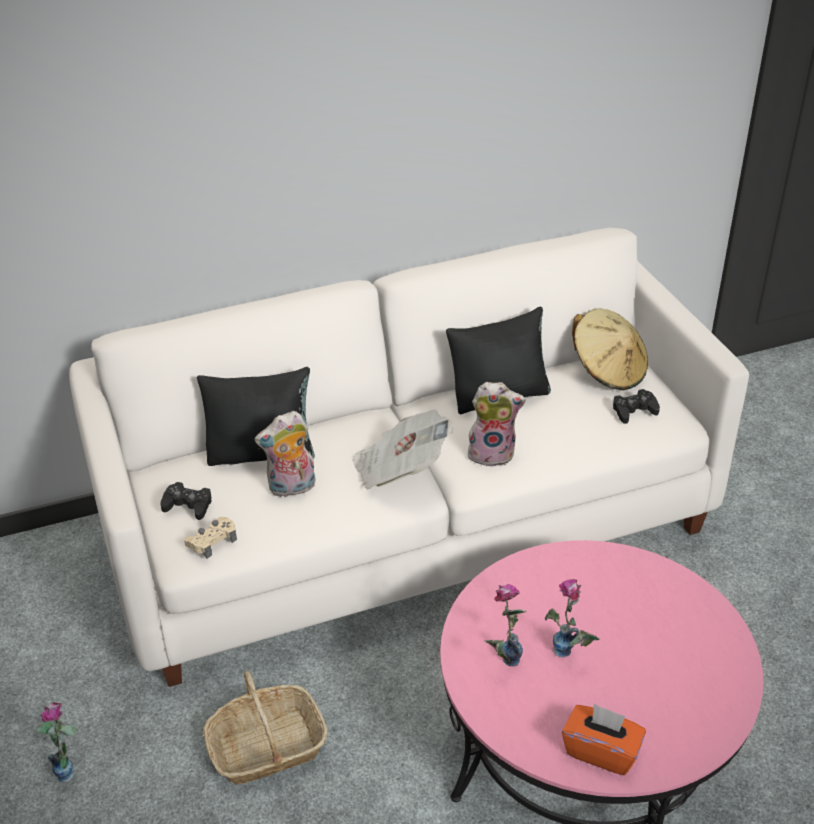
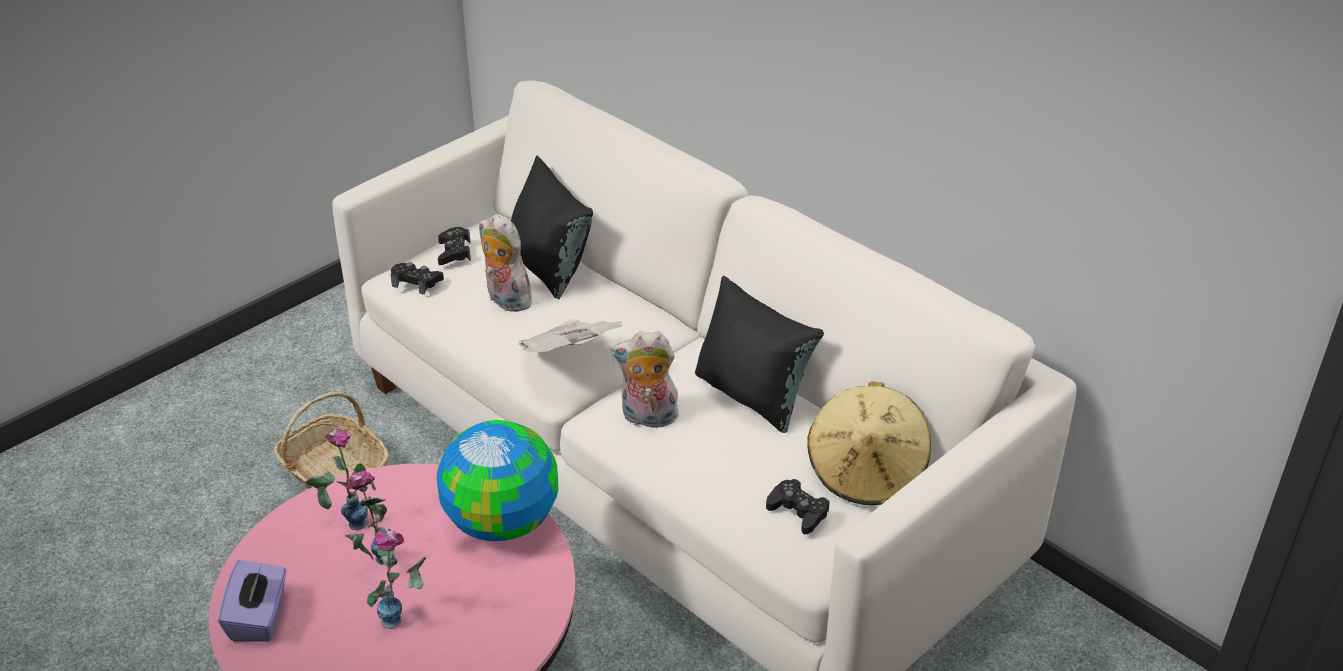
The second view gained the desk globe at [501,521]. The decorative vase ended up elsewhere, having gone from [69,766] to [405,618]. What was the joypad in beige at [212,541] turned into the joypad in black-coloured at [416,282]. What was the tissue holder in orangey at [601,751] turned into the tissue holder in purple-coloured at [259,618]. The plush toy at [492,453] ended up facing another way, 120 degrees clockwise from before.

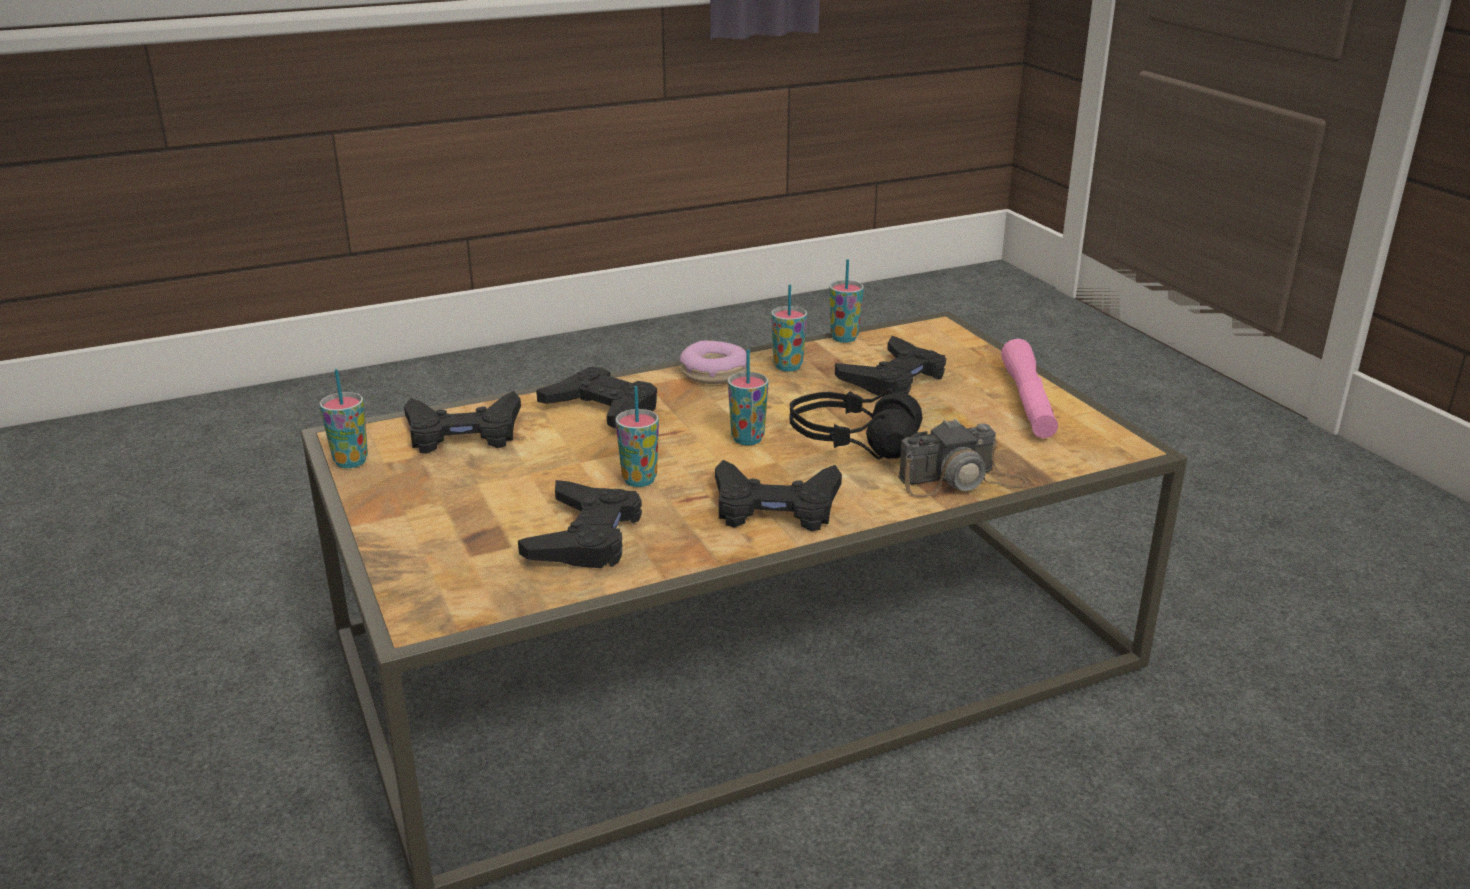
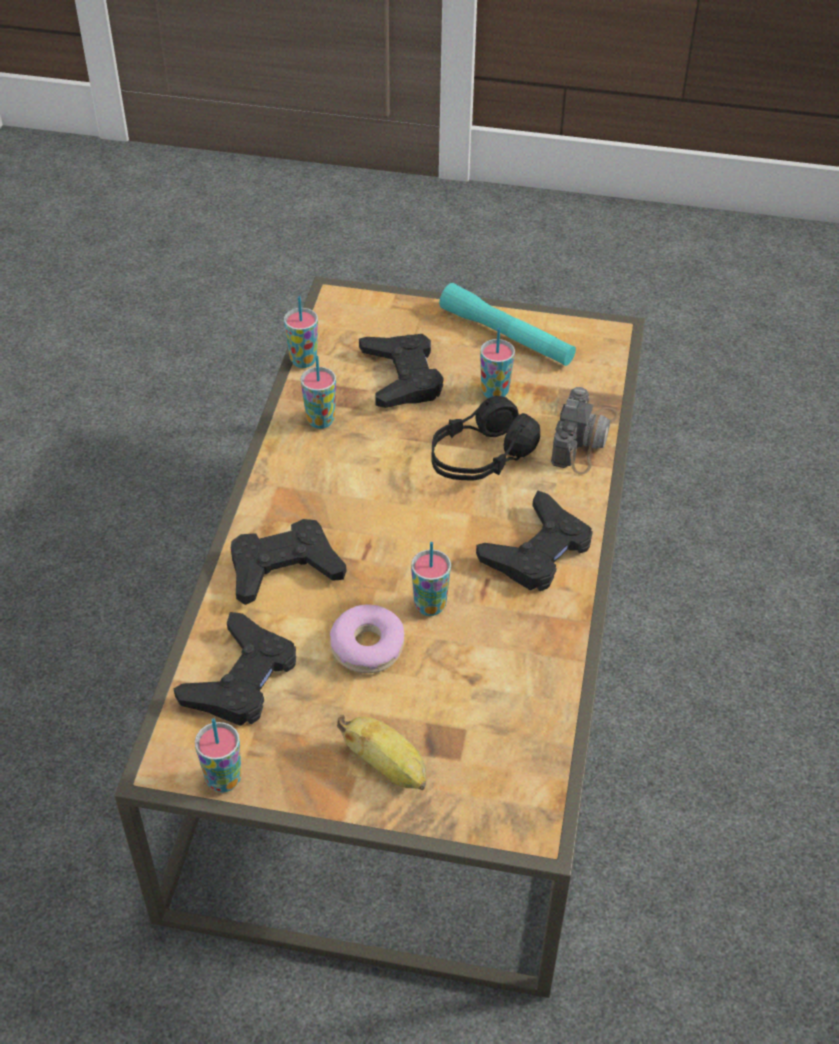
The second view lost the joypad in black-coloured at [585,536]. The second view gained the banana at [387,766]. The donut ended up elsewhere, having gone from [714,373] to [367,646]. The small cup ended up elsewhere, having gone from [747,439] to [494,392]. What was the flashlight in pinkish at [1028,402] turned into the flashlight in turquoise at [506,336].

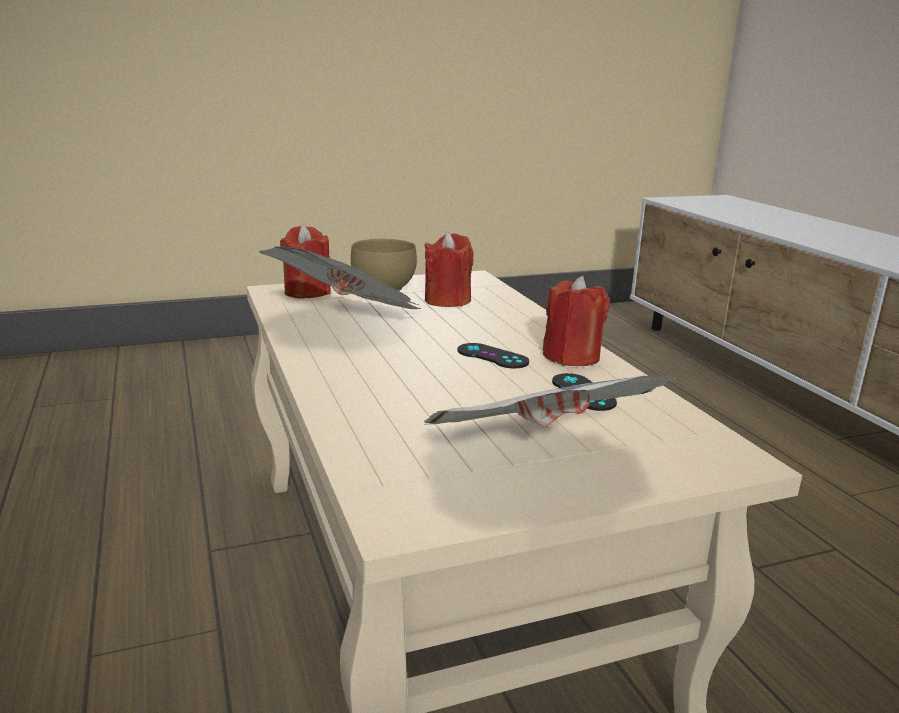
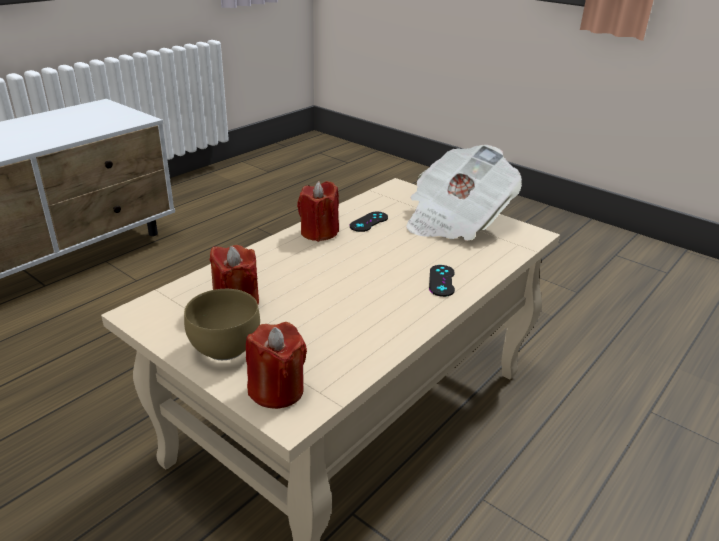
The second view lost the printed paper at [350,323]. The joypad in black-coloured ended up elsewhere, having gone from [492,356] to [441,281].

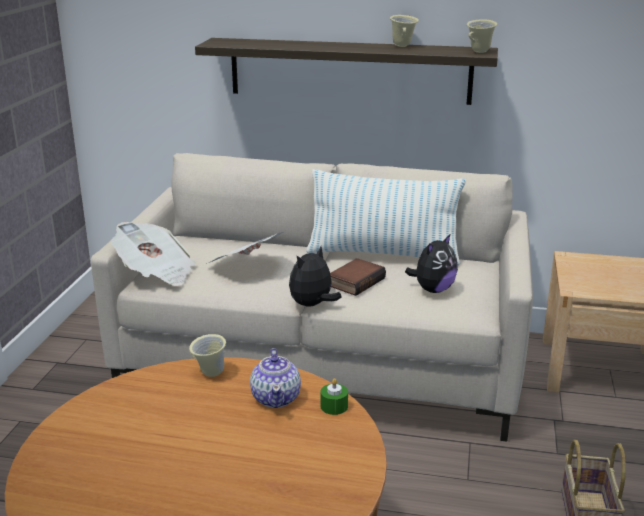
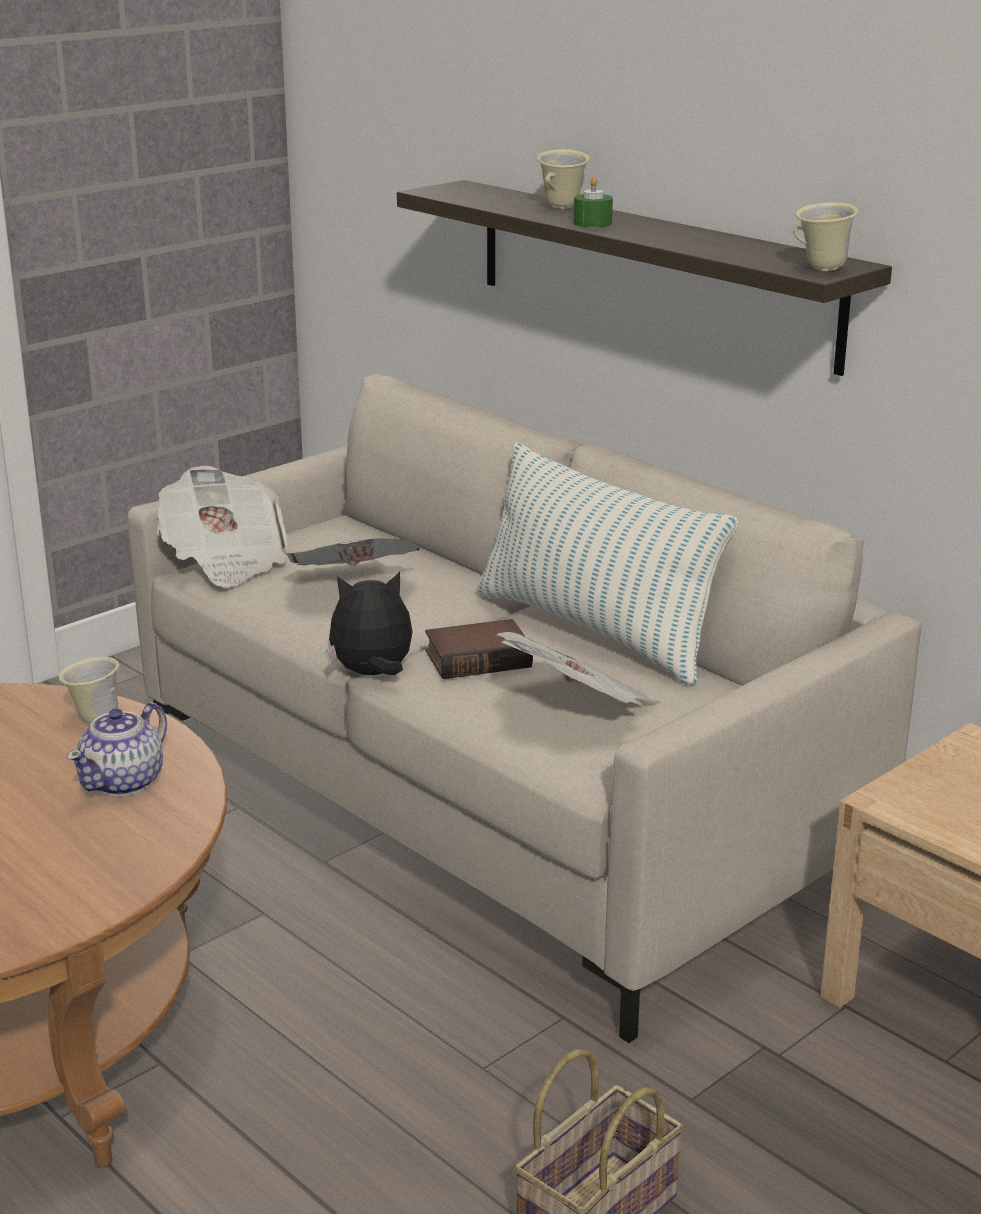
The wax light in green ended up elsewhere, having gone from [334,406] to [592,223]. The tea mug in beige ended up elsewhere, having gone from [403,46] to [562,208]. Where the plush toy stood at [433,289], the printed paper came to stand at [579,709].

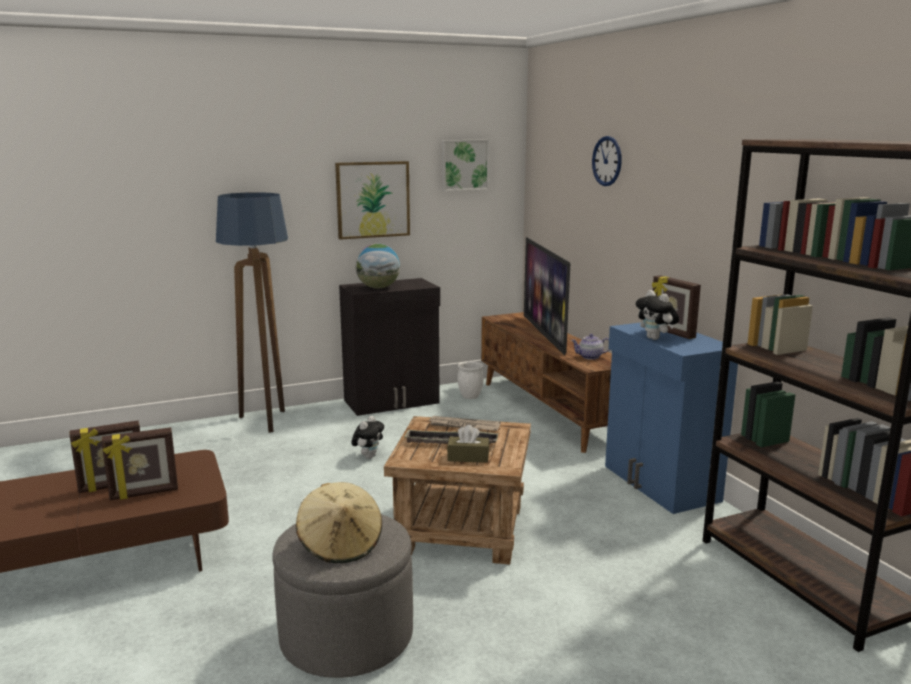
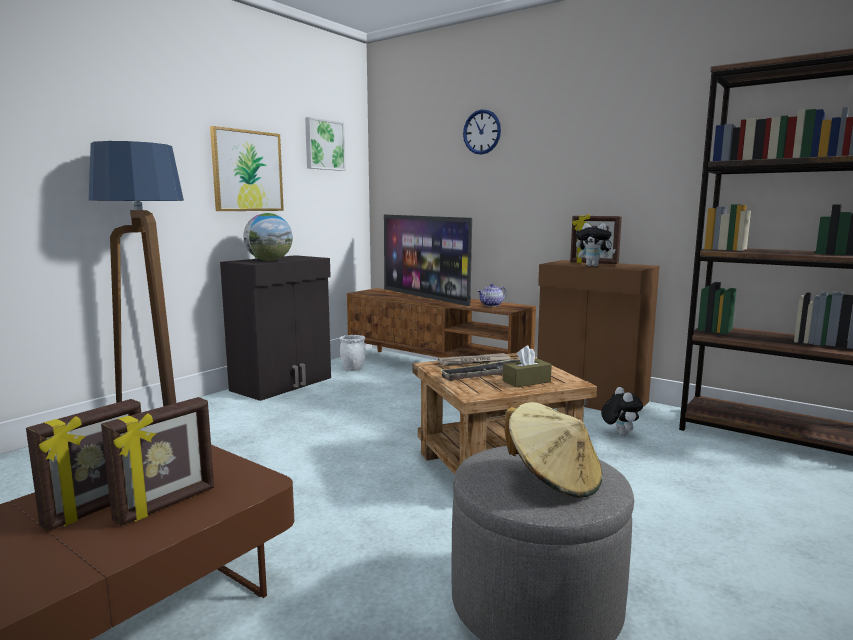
The plush toy ended up elsewhere, having gone from [368,456] to [619,433]. What was the cabinet in blue-coloured at [660,484] turned into the cabinet in brown at [591,400].

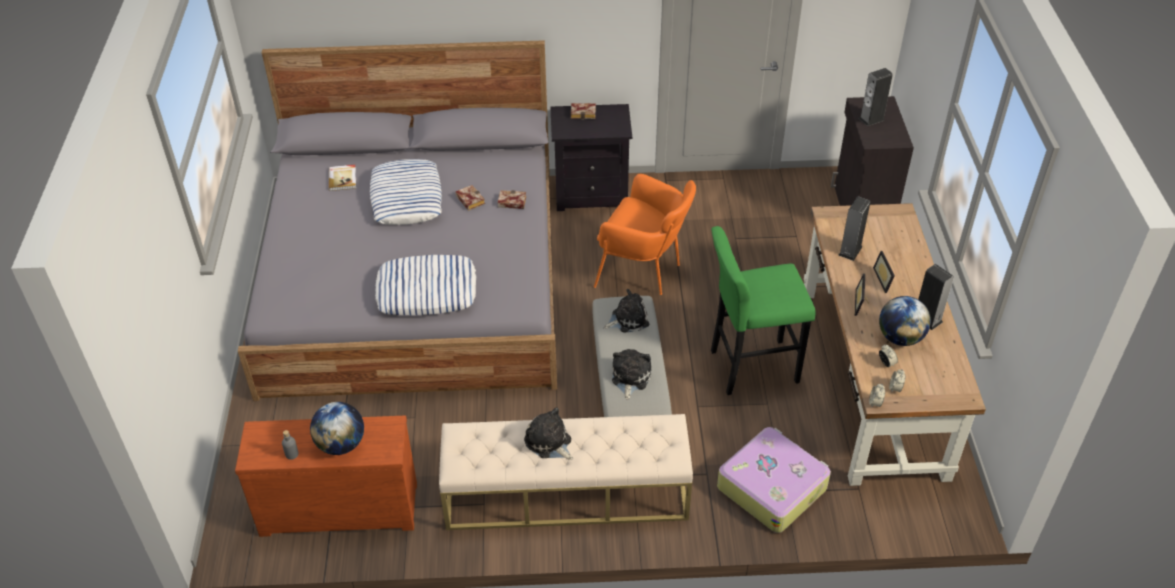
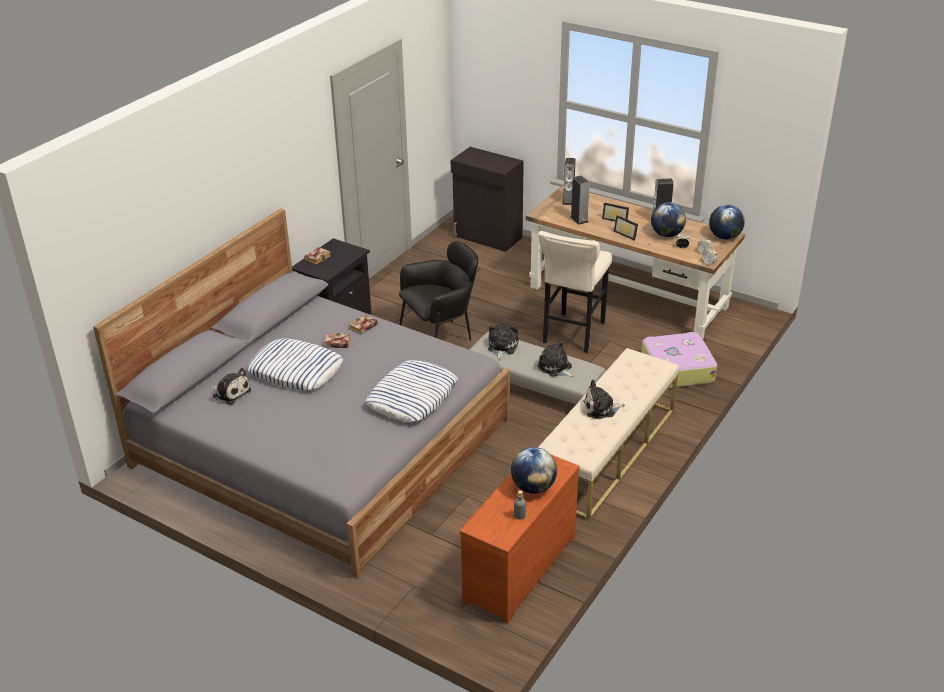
The second view gained the desk globe at [724,237]. The loudspeaker ended up elsewhere, having gone from [871,119] to [568,200]. Where the volume stood at [343,179], the plush toy came to stand at [230,393]. What was the easy chair in orangey at [644,271] turned into the easy chair in black-coloured at [441,337]. What was the stool in green at [749,367] turned into the stool in beige at [572,334].

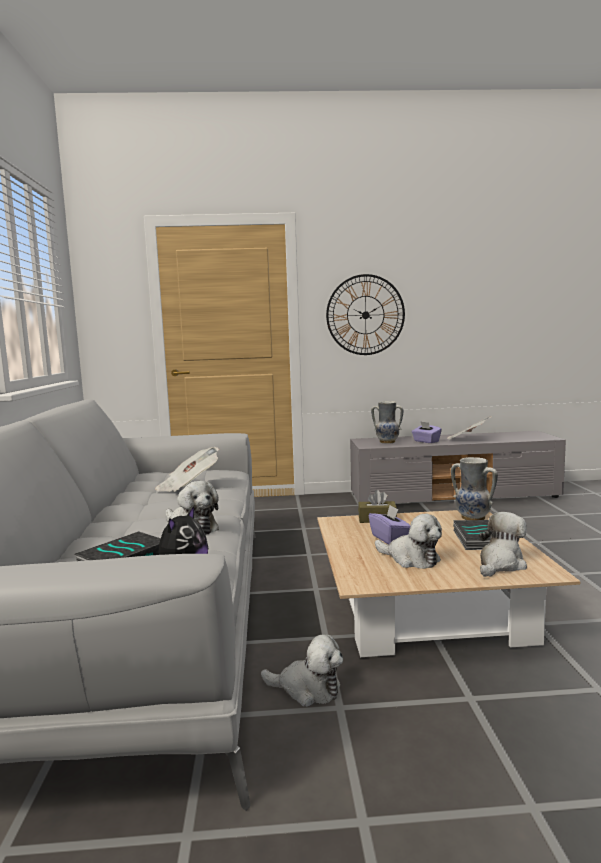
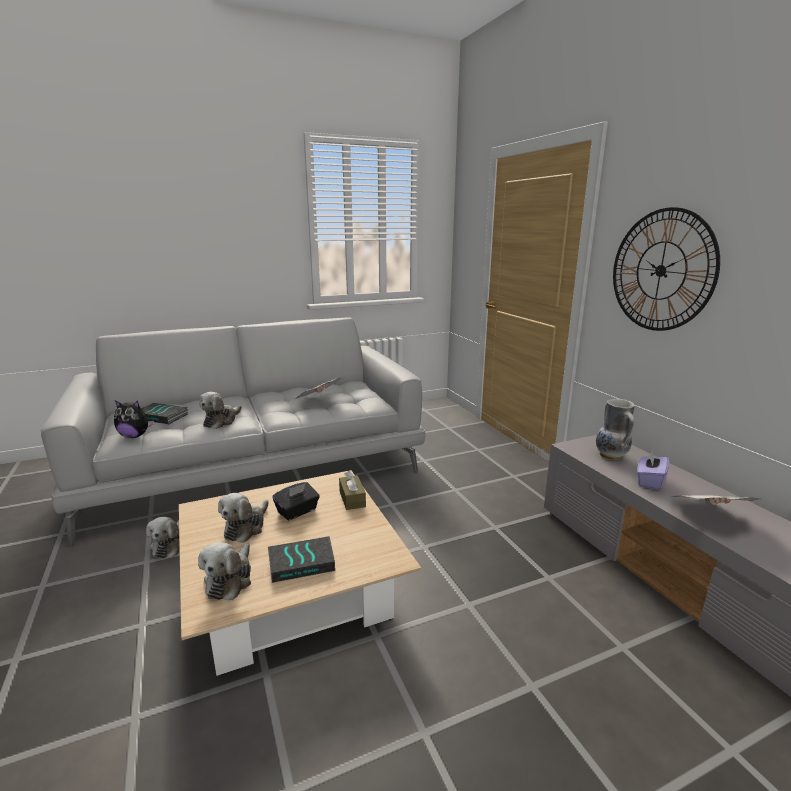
The second view lost the decorative vase at [472,518]. What was the tissue holder in purple-coloured at [390,539] turned into the tissue holder in black-coloured at [297,511]. The plush toy at [500,564] ended up facing another way, 75 degrees clockwise from before.

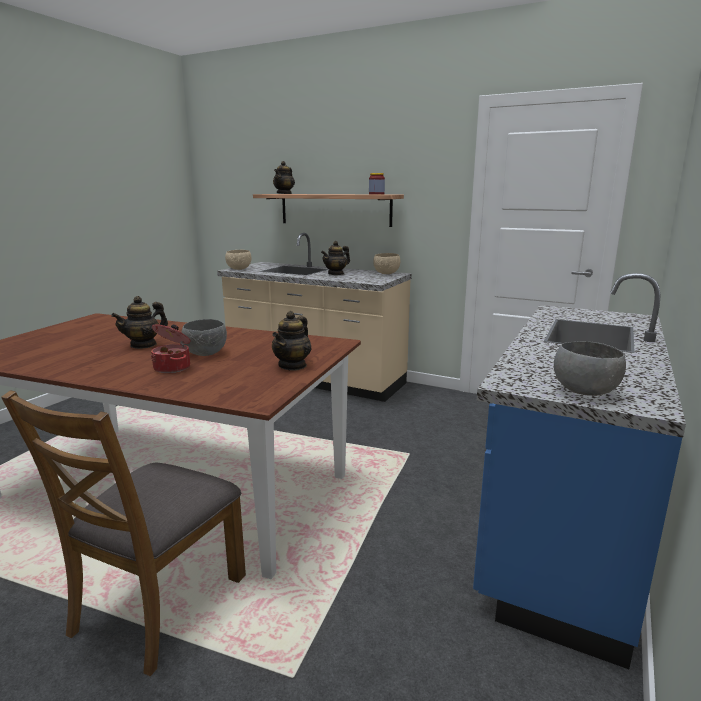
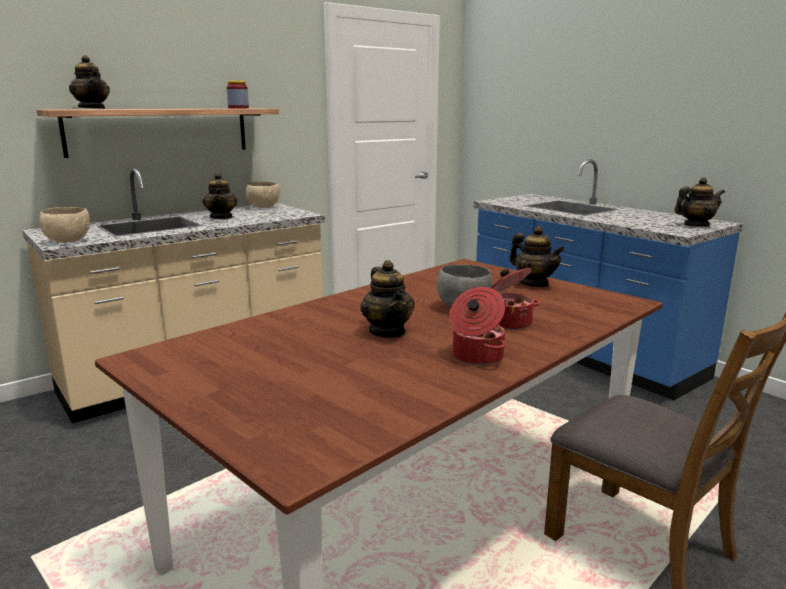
The second view gained the cooking pot at [476,357]. Where the serving bowl in gray stood at [584,391], the teapot came to stand at [695,225].

